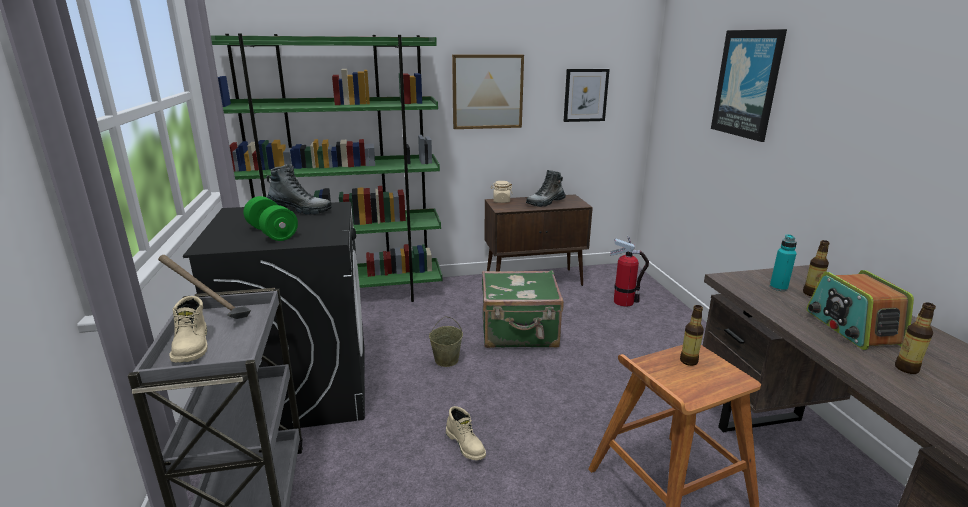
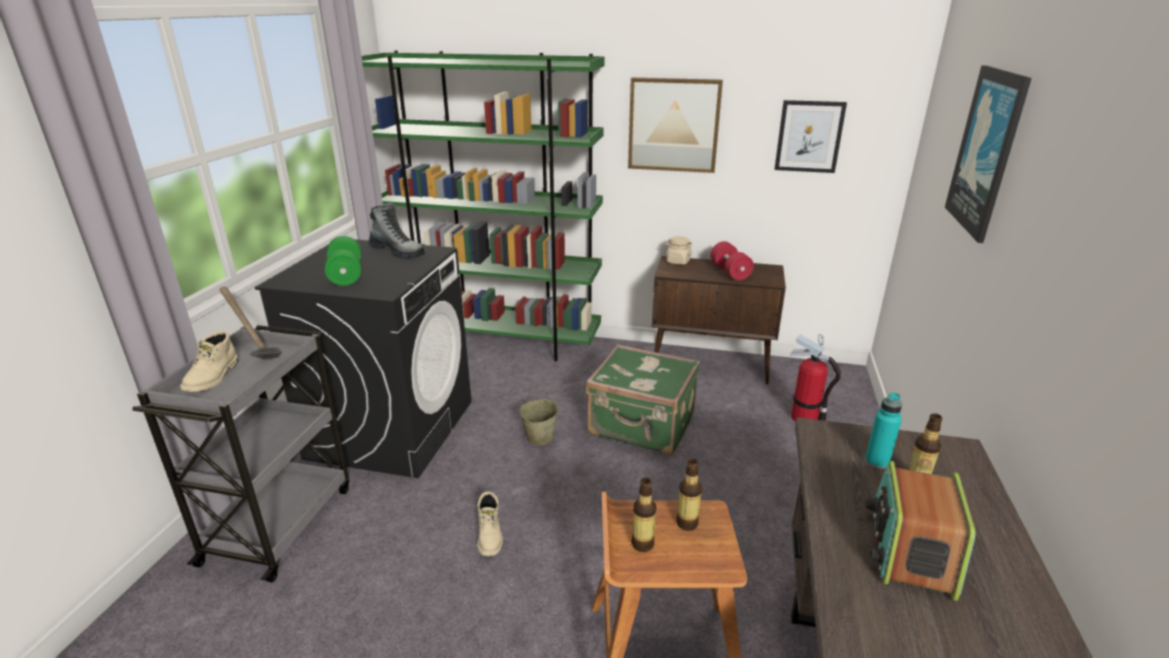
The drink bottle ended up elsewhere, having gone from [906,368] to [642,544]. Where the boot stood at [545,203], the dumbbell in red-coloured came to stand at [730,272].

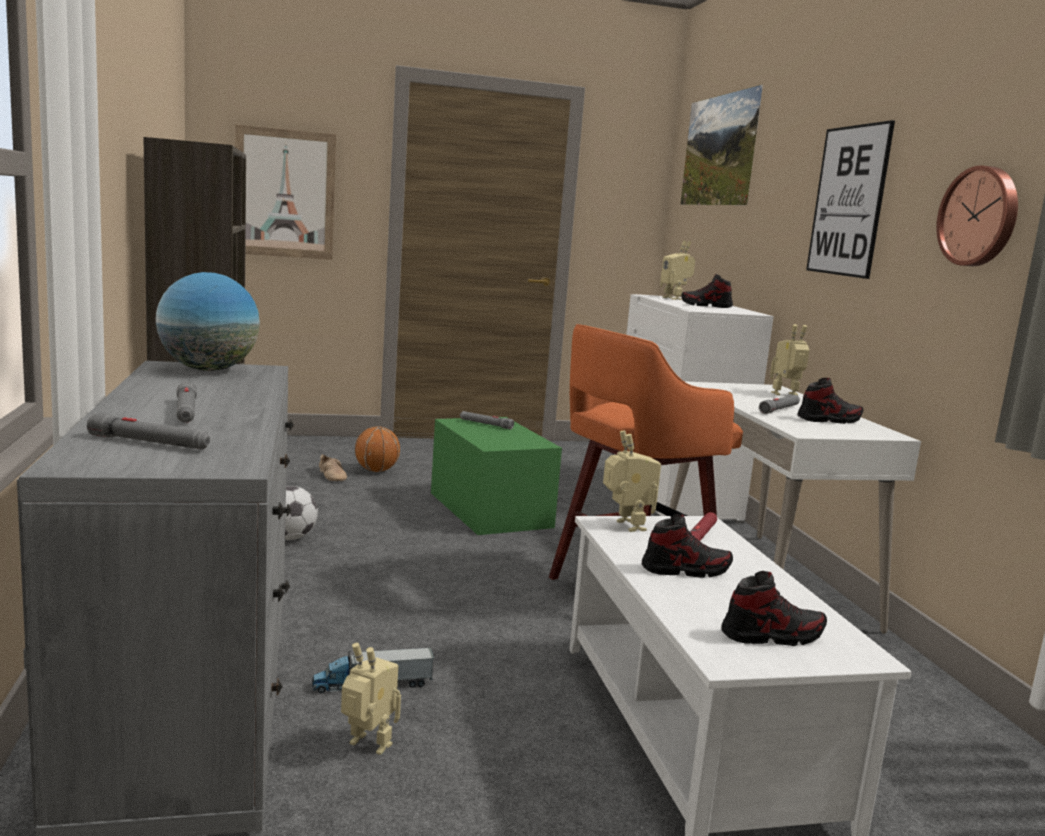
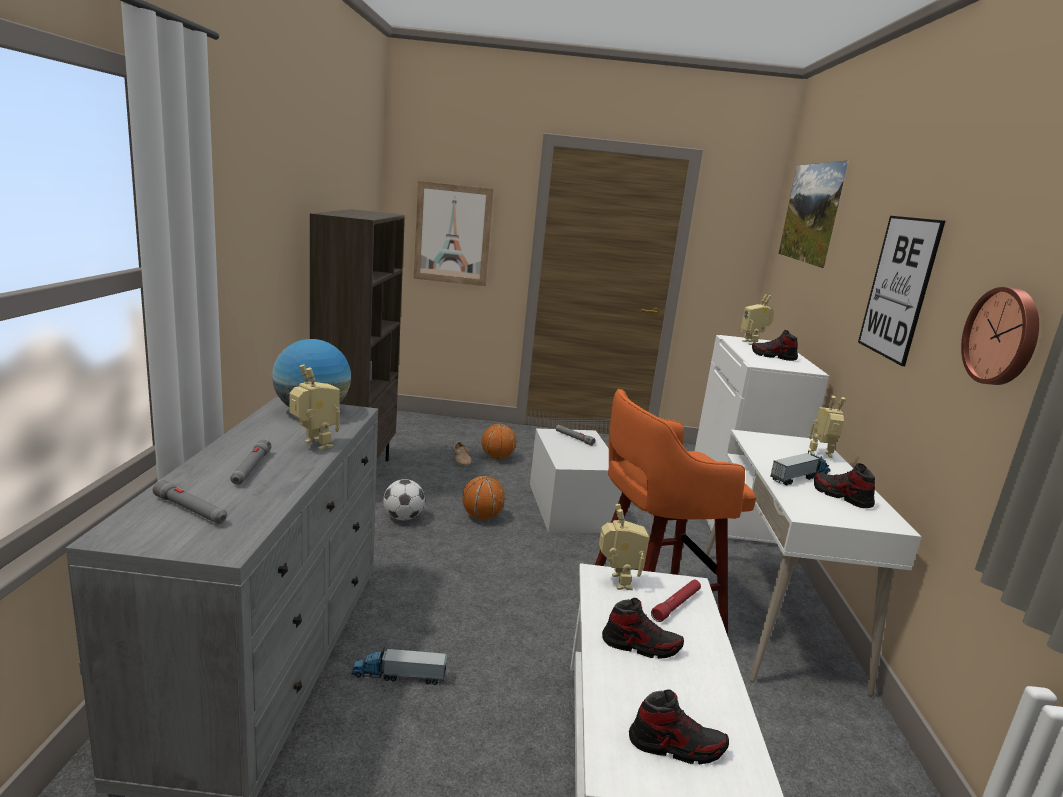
The second view gained the ball for basketball at [481,516]. The robot figure ended up elsewhere, having gone from [367,747] to [314,445]. Where the flashlight in gray stood at [779,409], the toy lorry came to stand at [800,477]. What was the storage container in green at [489,509] turned into the storage container in white-coloured at [569,507]. The low shoe at [829,420] ended up facing another way, 135 degrees counterclockwise from before.

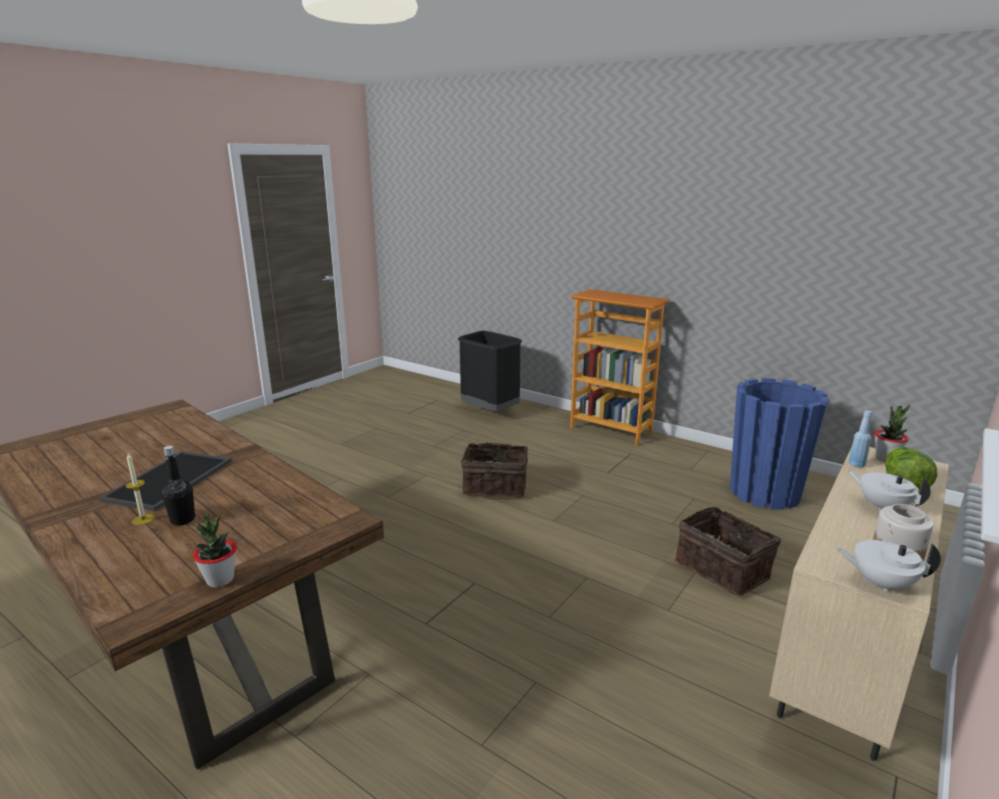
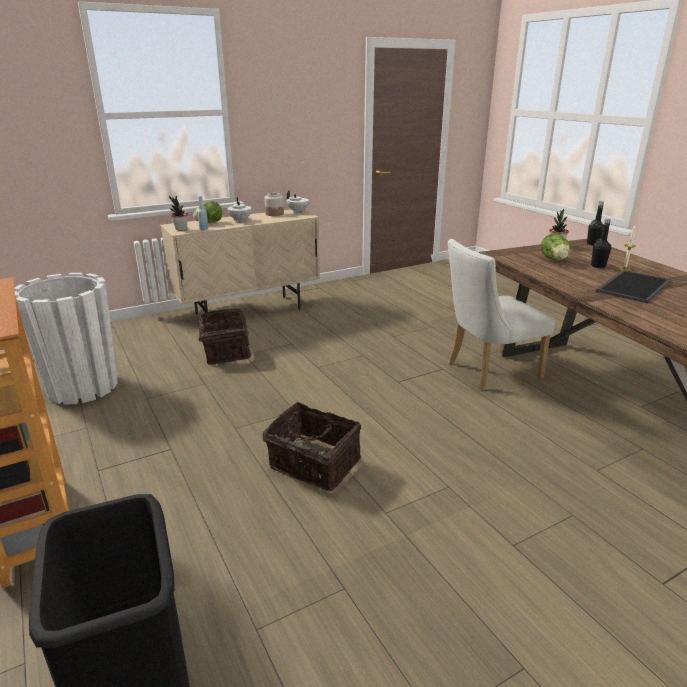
The second view gained the upright chair in white-coloured at [487,371]. The second view gained the head of lettuce at [554,260]. The second view gained the drink bottle in black-coloured at [593,244]. What was the planter in blue-coloured at [765,492] turned into the planter in white-coloured at [82,387].

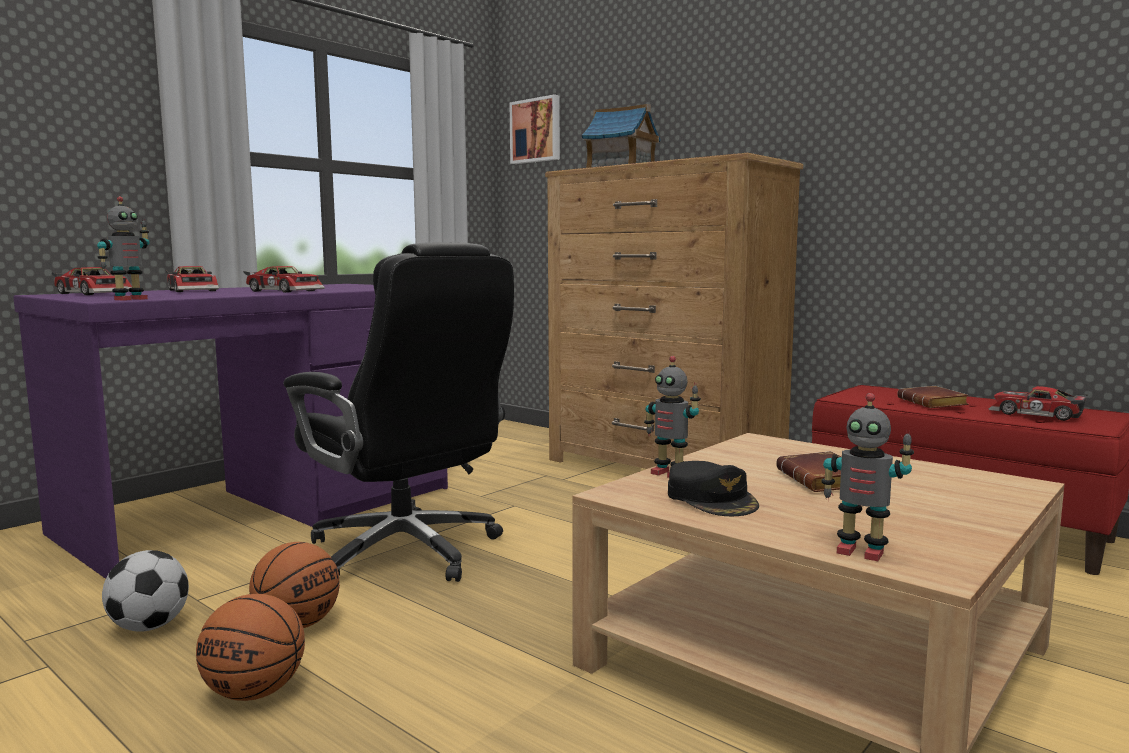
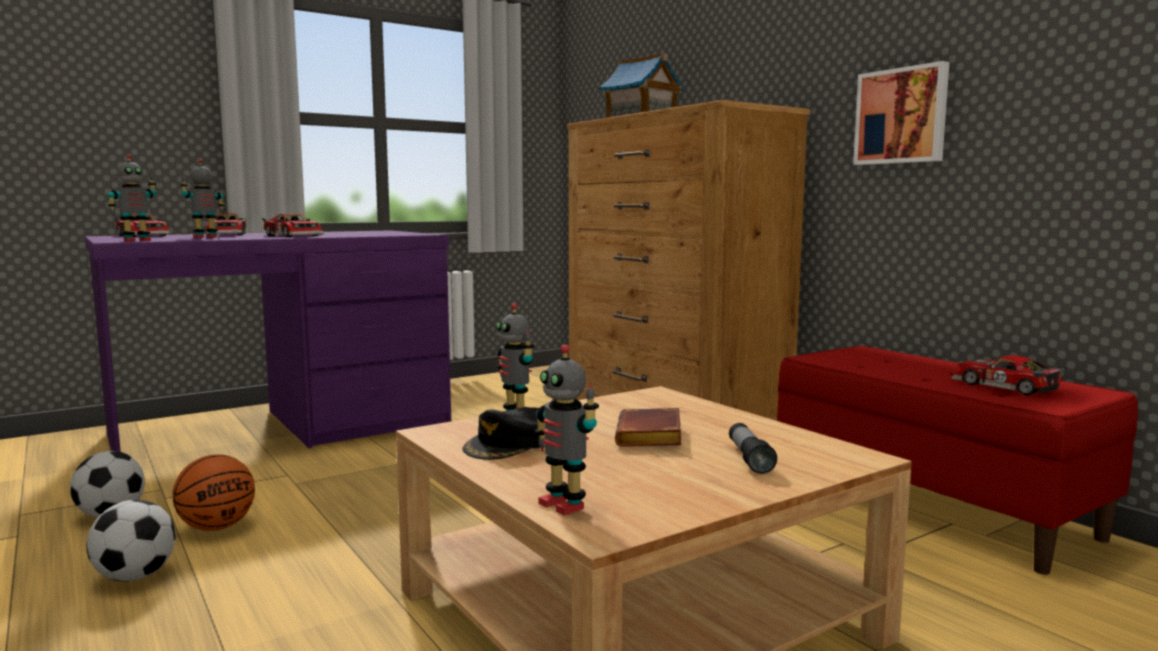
The second view lost the desk chair in black-coloured at [407,552]. The second view lost the volume in brown at [934,403]. The second view gained the robot figure at [205,237]. The second view gained the flashlight at [749,459]. The picture ended up elsewhere, having gone from [536,130] to [902,116]. Where the ball for basketball stood at [254,693], the football ball came to stand at [134,577]. The peaked cap in black-coloured at [712,499] ended up facing another way, 45 degrees clockwise from before.

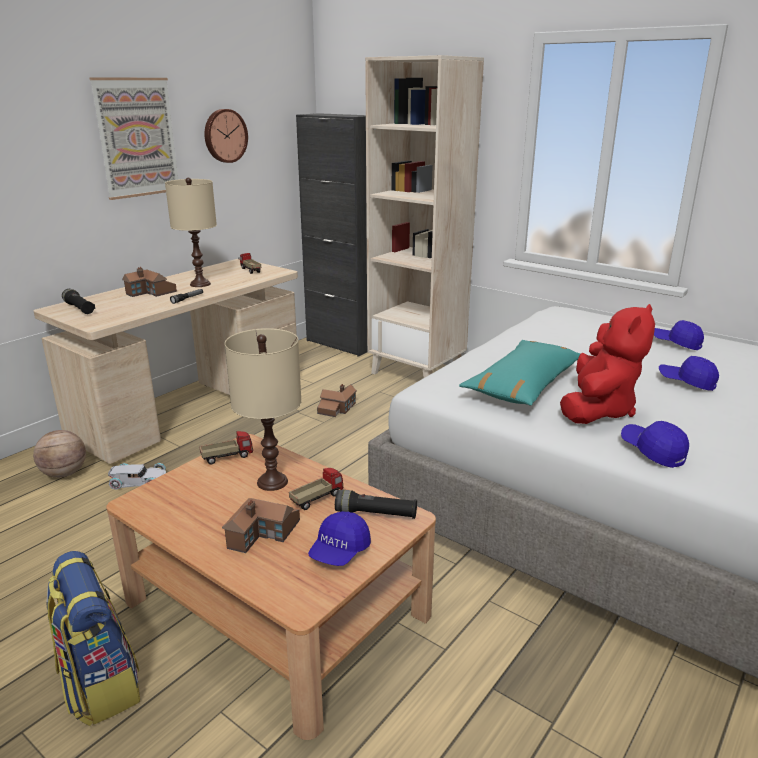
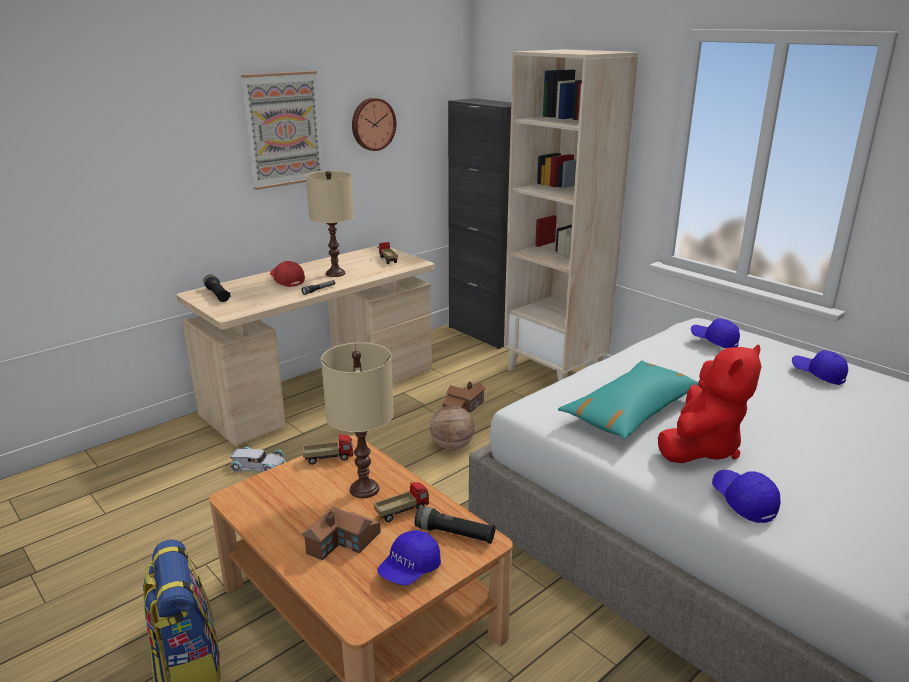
The ball for basketball ended up elsewhere, having gone from [64,473] to [452,446]. The peaked cap in blue-coloured ended up elsewhere, having gone from [686,382] to [714,341]. Where the miniature house stood at [151,292], the peaked cap in red-coloured came to stand at [287,281].

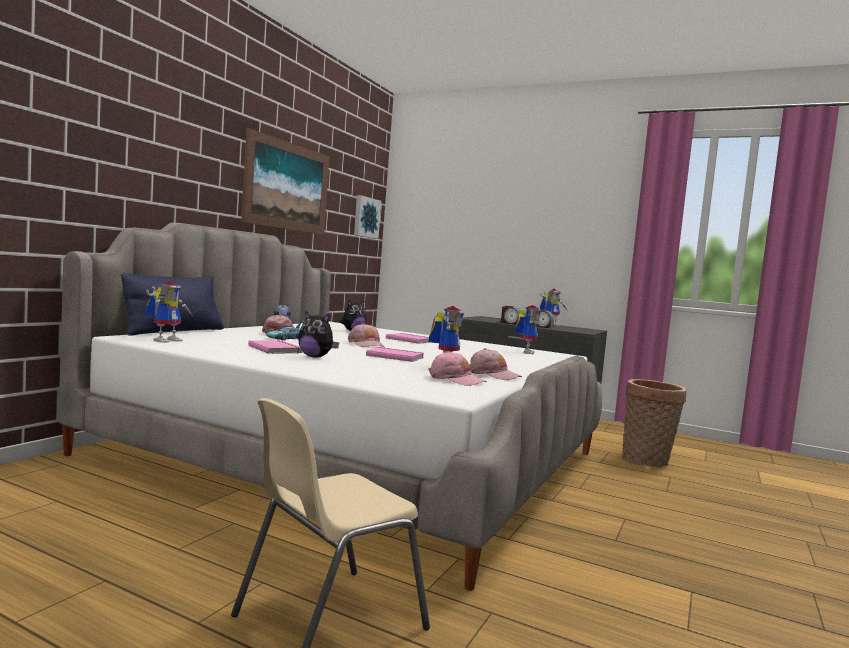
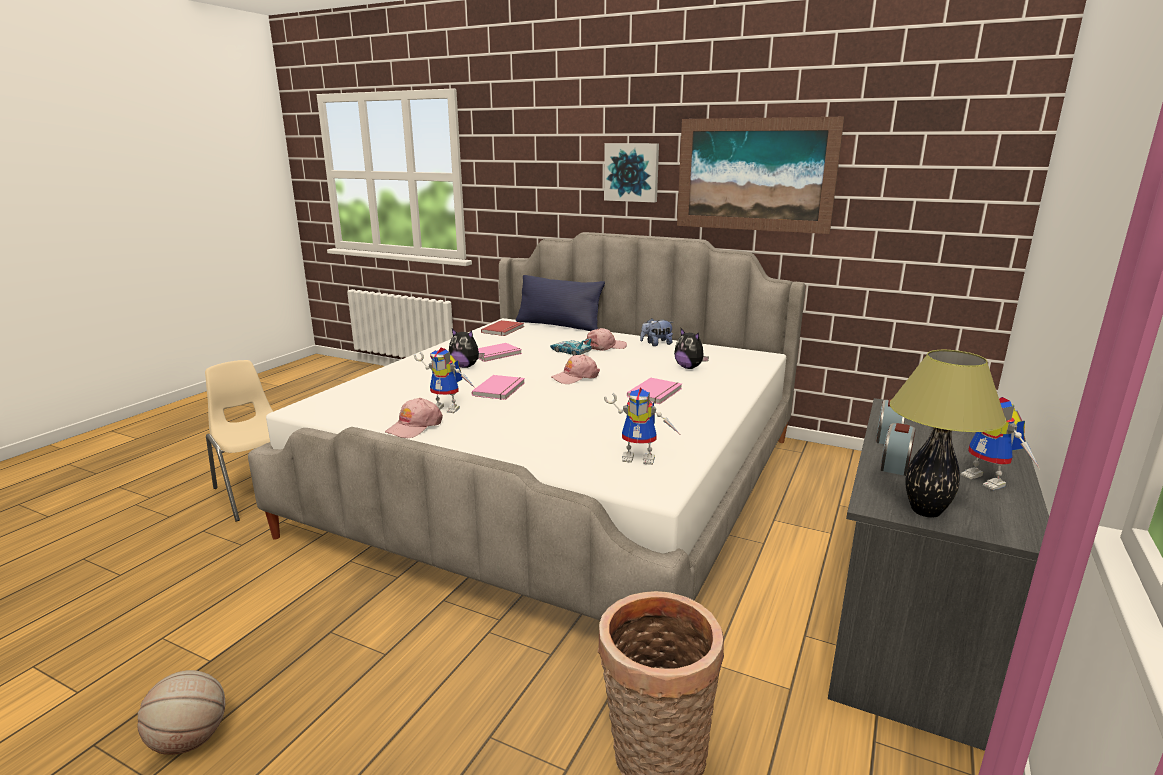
The second view lost the peaked cap in pinkish at [456,380]. The second view gained the ball for basketball at [190,740]. The second view gained the tabletop lamp at [926,511]. The picture ended up elsewhere, having gone from [365,217] to [632,172]. Where the robot figure stood at [166,340], the volume in red-coloured came to stand at [504,330]. The plush toy at [315,357] ended up facing another way, 90 degrees counterclockwise from before.

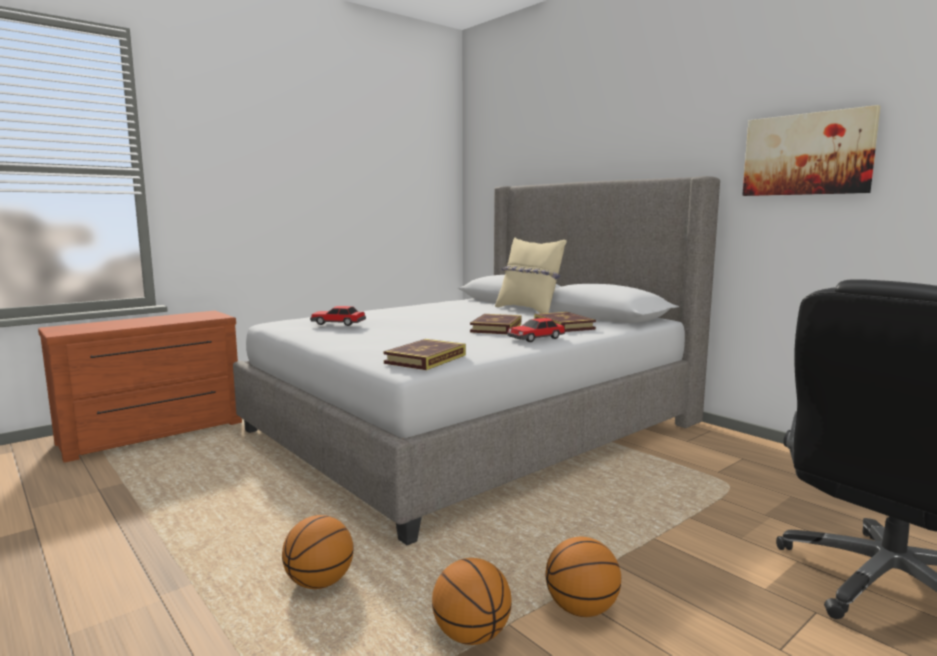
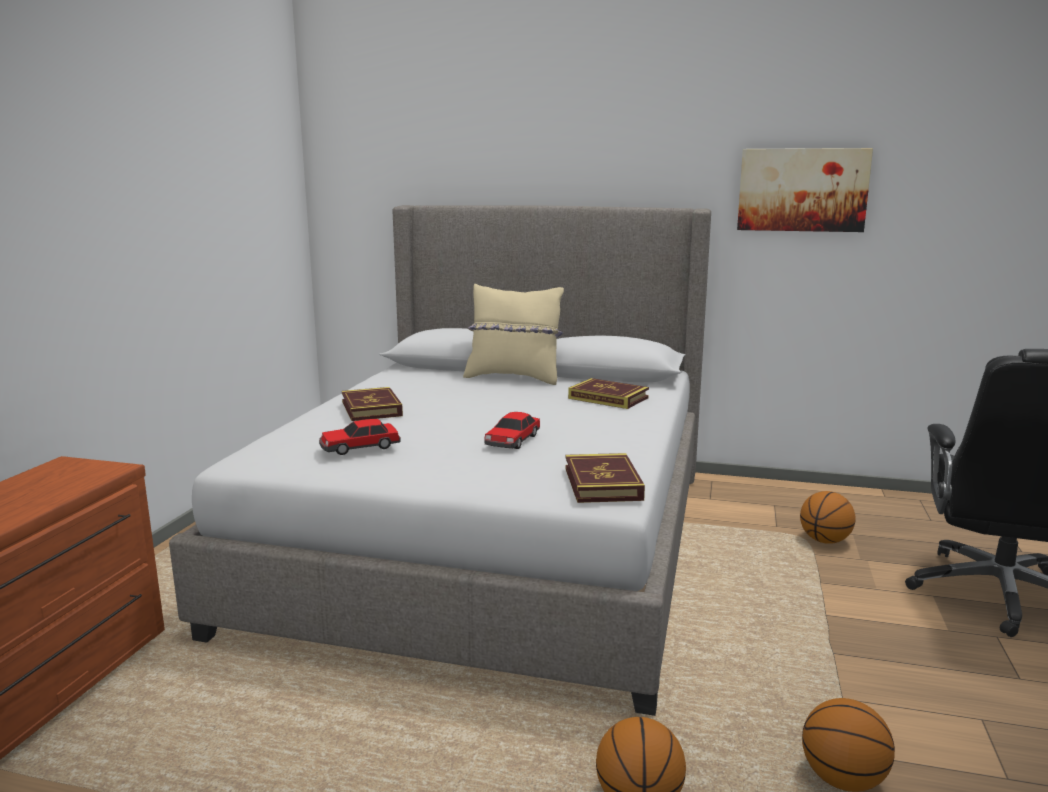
The volume ended up elsewhere, having gone from [496,328] to [371,408]. The model car ended up elsewhere, having gone from [535,338] to [512,441]. The ball for basketball ended up elsewhere, having gone from [582,609] to [825,541].

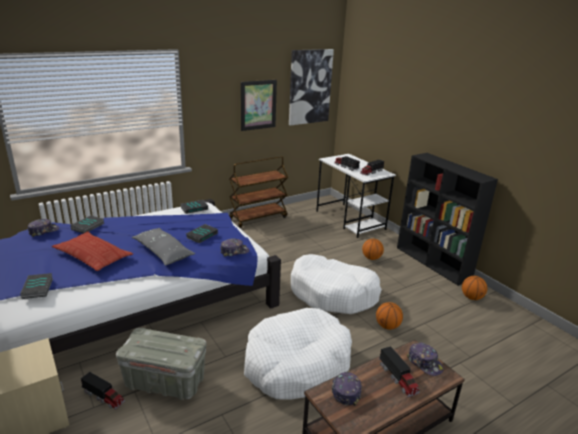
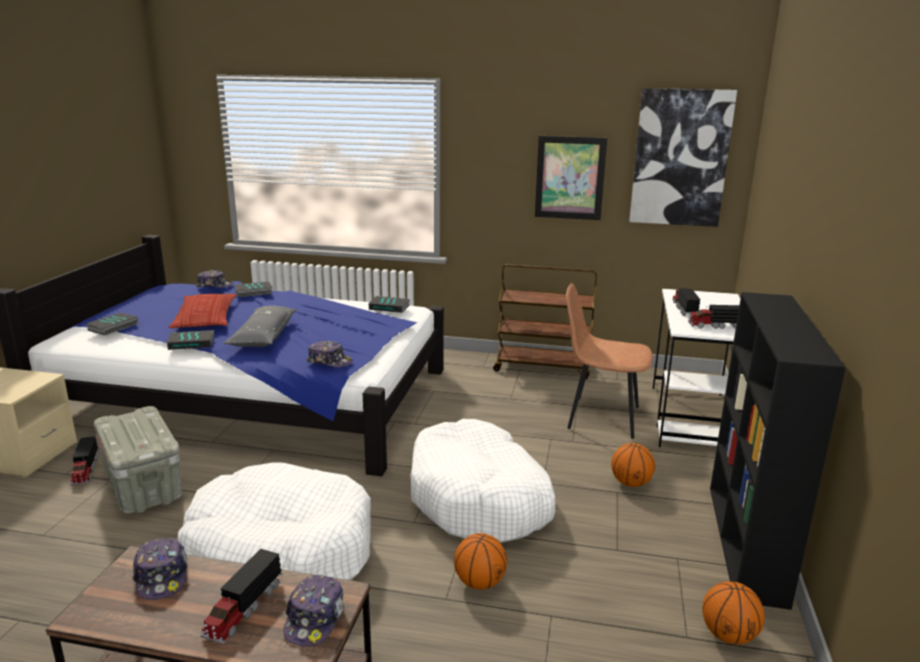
The second view gained the upright chair in brown at [601,417]. The volume ended up elsewhere, having gone from [202,235] to [192,343]. The peaked cap at [346,391] ended up facing another way, 105 degrees clockwise from before.

